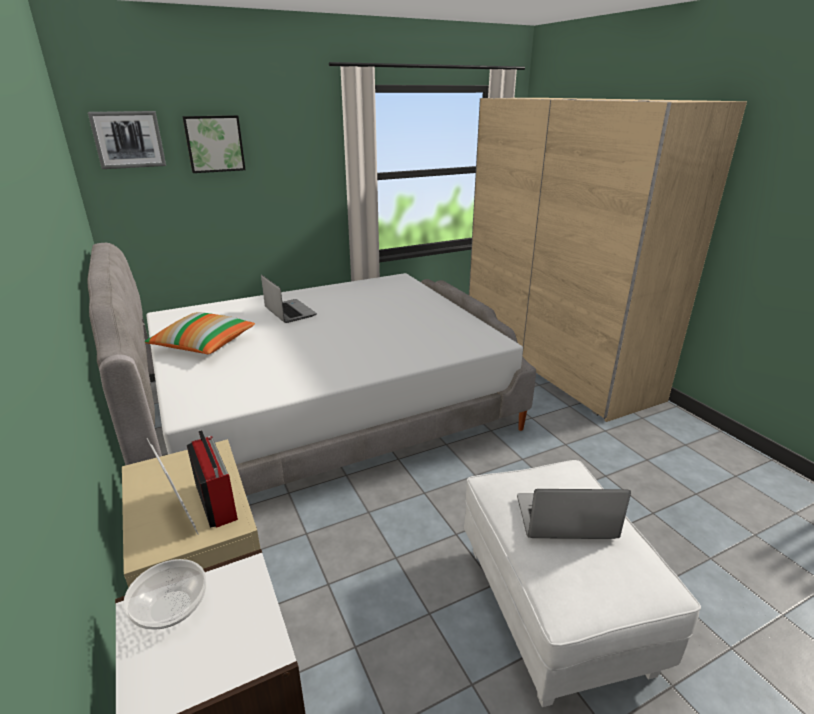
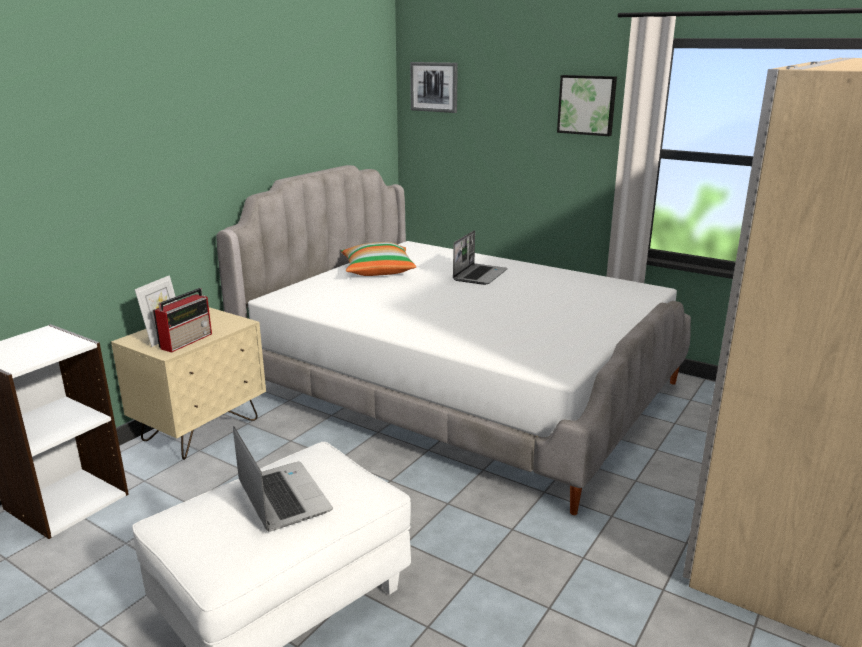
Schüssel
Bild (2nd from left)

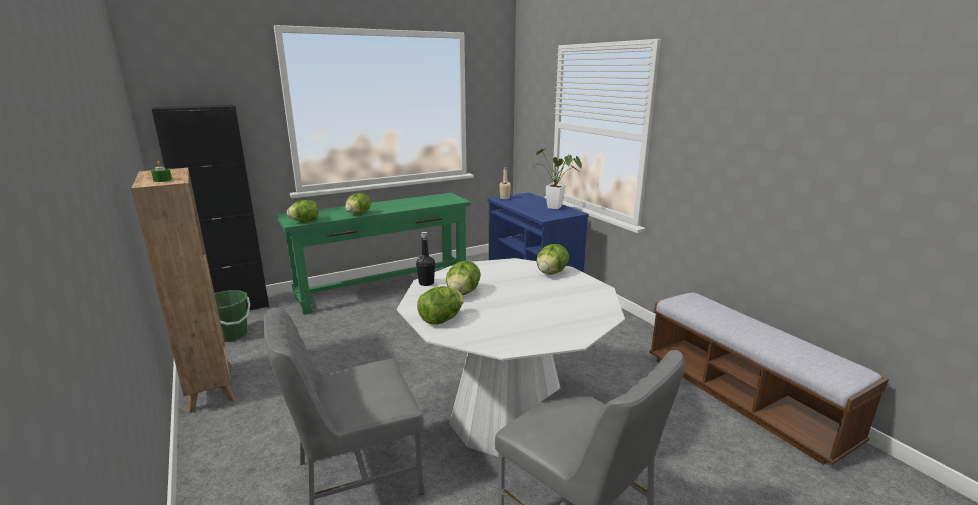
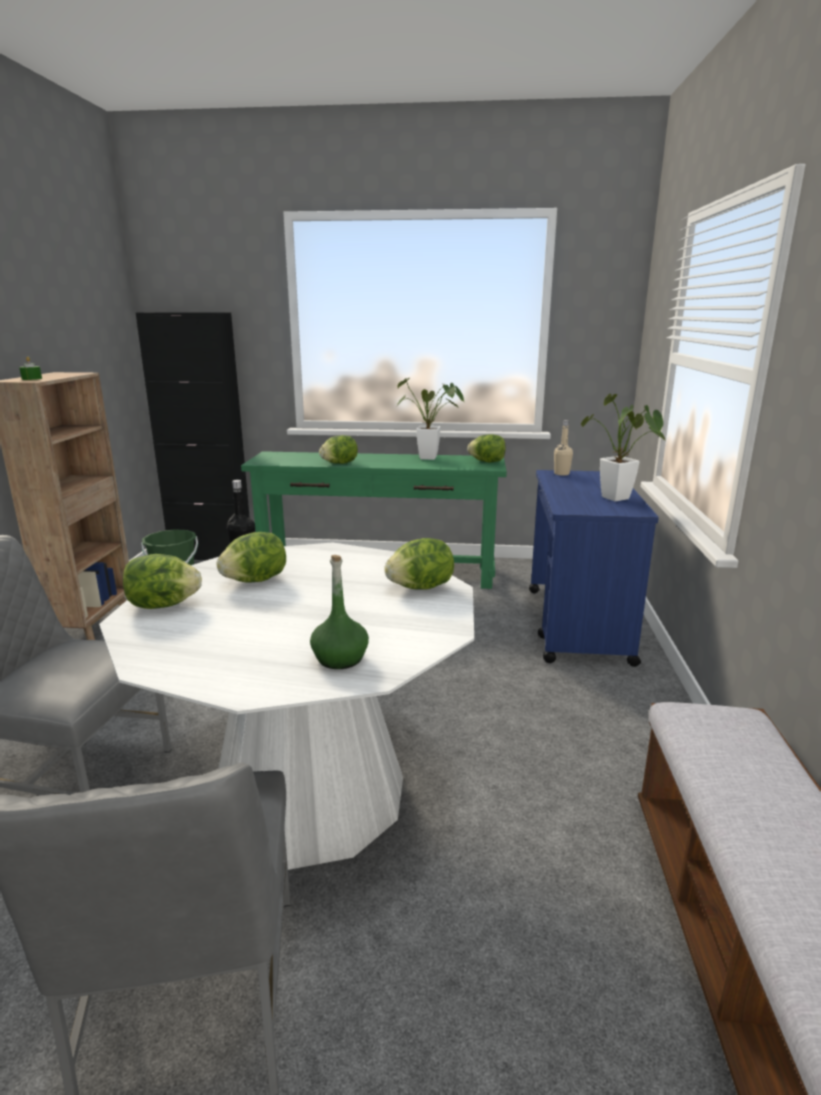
Salatkopf (5th from left)
Flasche/grün
Topfpflanze (1st from left)

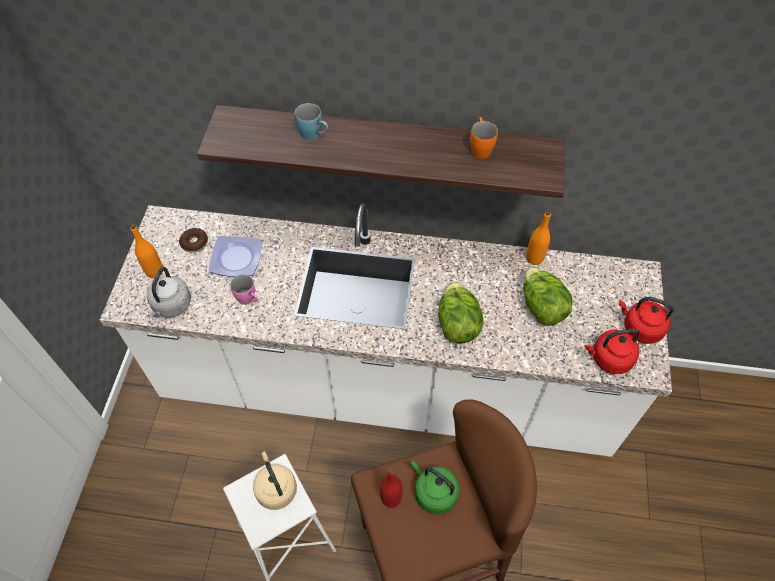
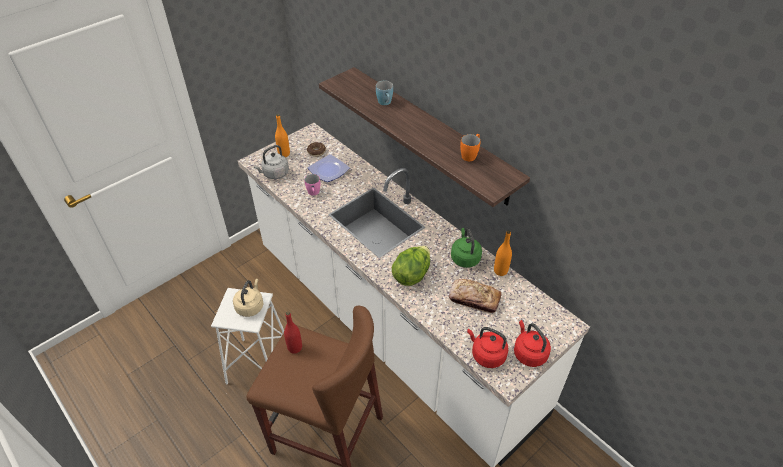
Wasserkessel/grün
Brot

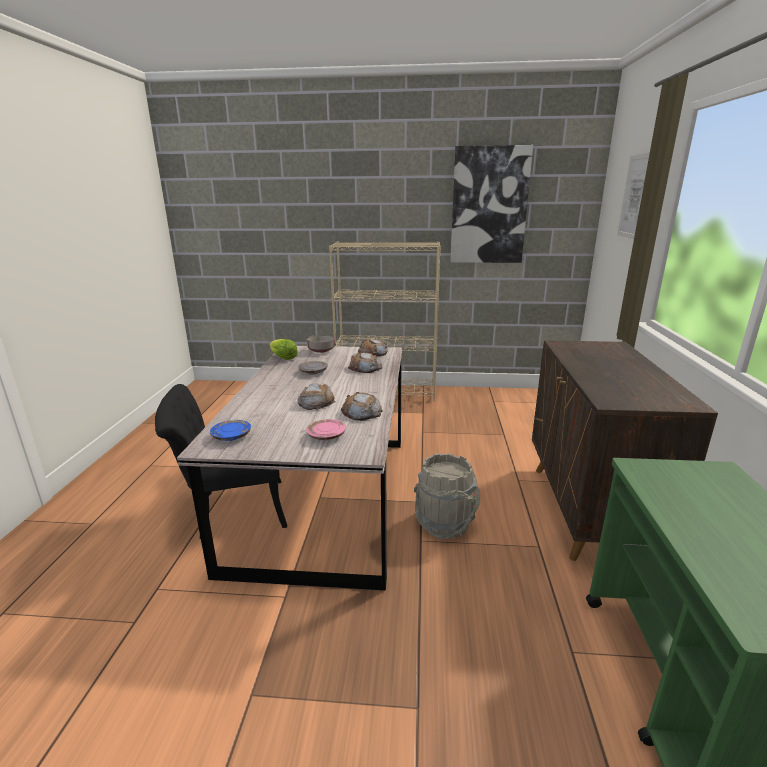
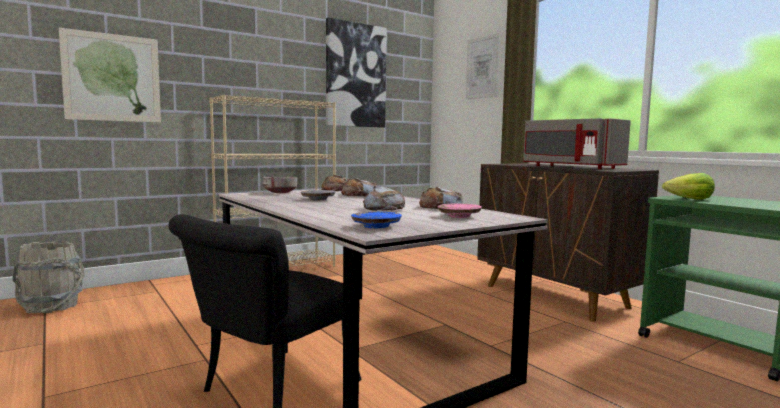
Salatkopf
Eimer/grau
Bild (1st from left)
Mikrowelle/grau

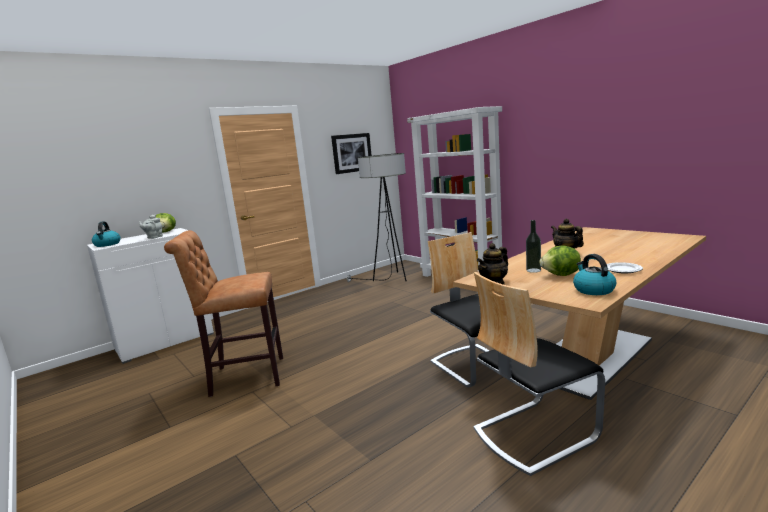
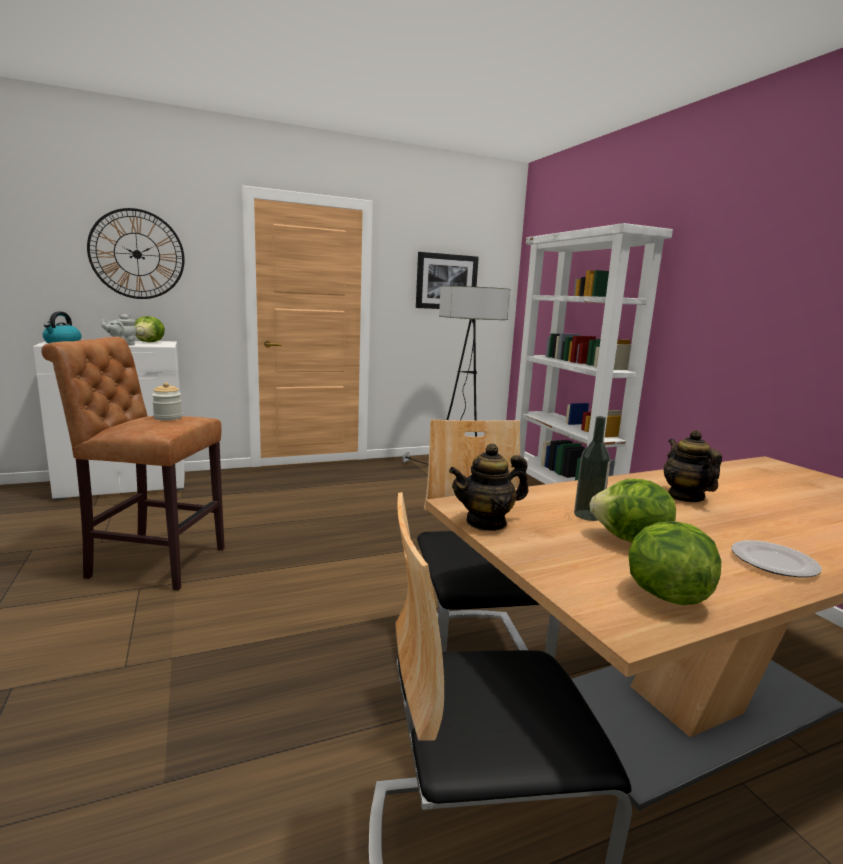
Salatkopf (3rd from left)
Wanduhr
Vorratsglas

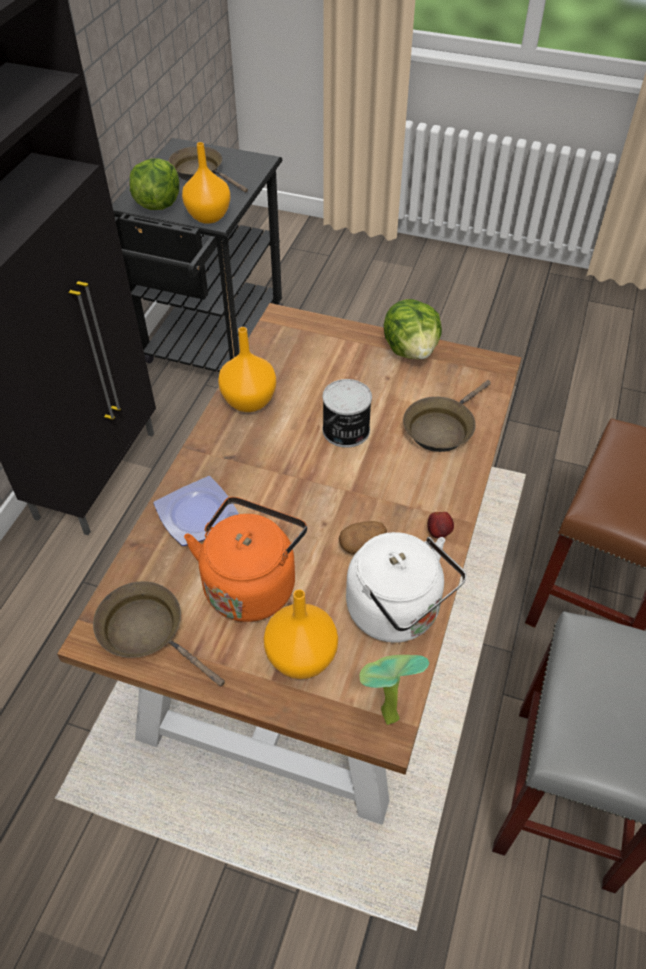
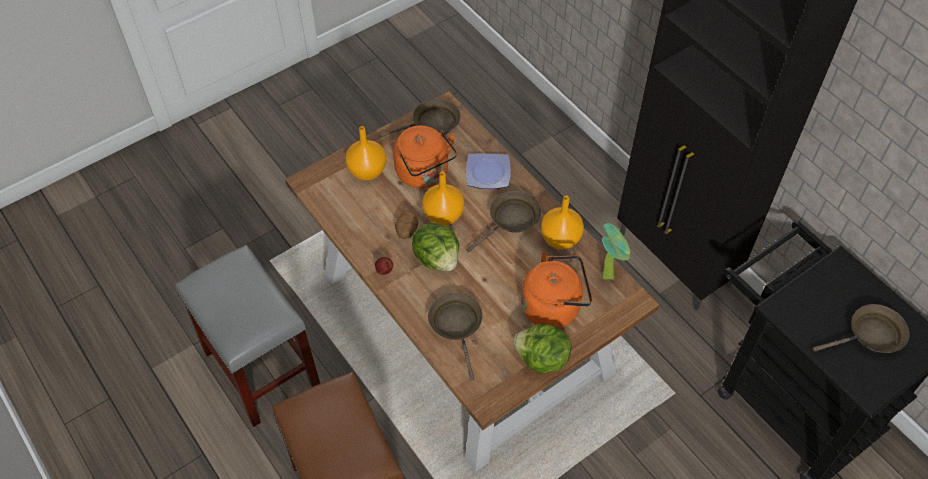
Salatkopf (1st from left)
Vase/orange (2nd from left)
Dose
Wasserkessel/weiß
Topfpflanze
Pfanne/braun (3rd from left)
Wasserkessel/orange (2nd from left)

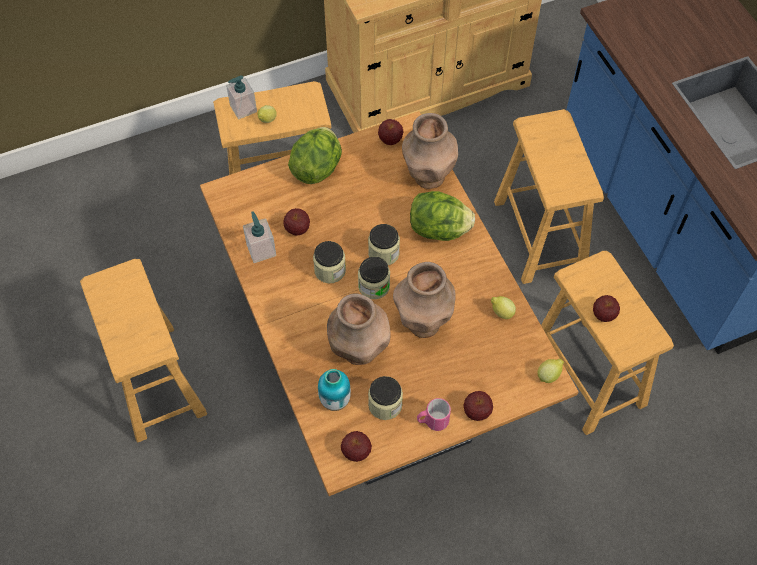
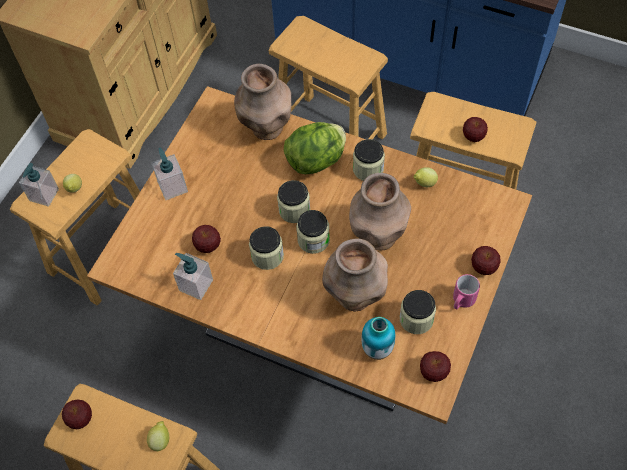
Seifenspender (2nd from left)
Apfel (1st from left)
Zitrone (2nd from left)
Vorratsglas (4th from left)

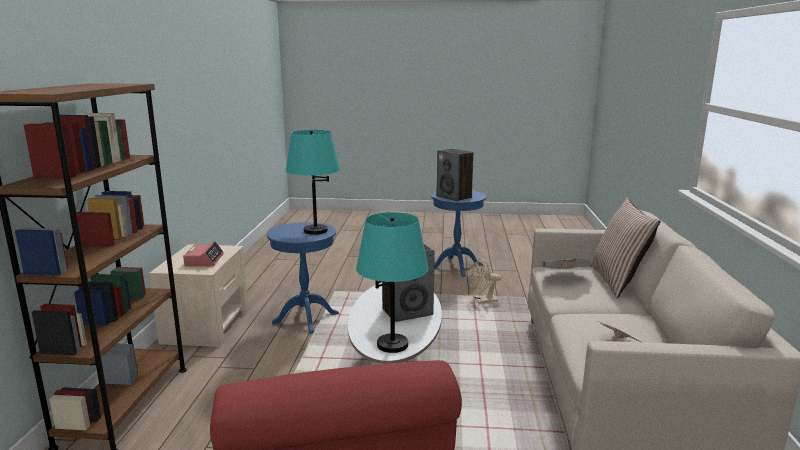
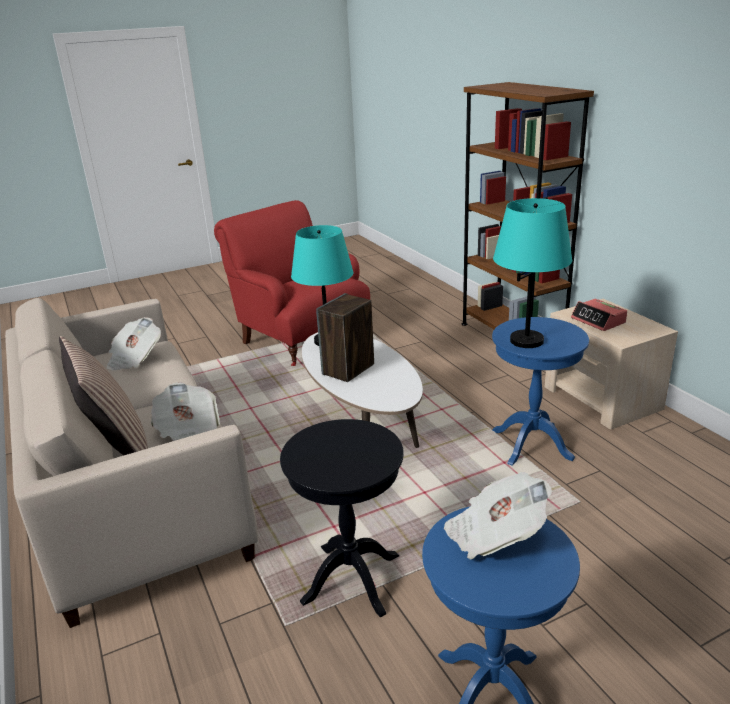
Zeitung (3rd from left)
Beistelltisch/schwarz

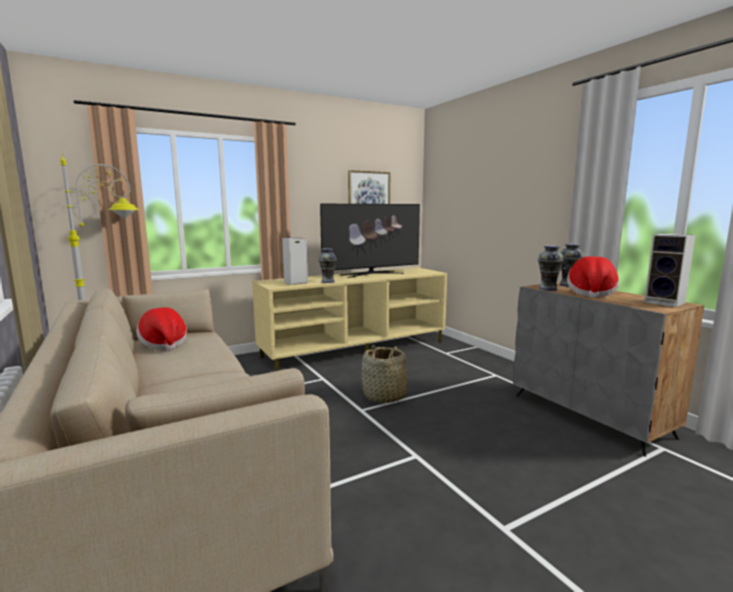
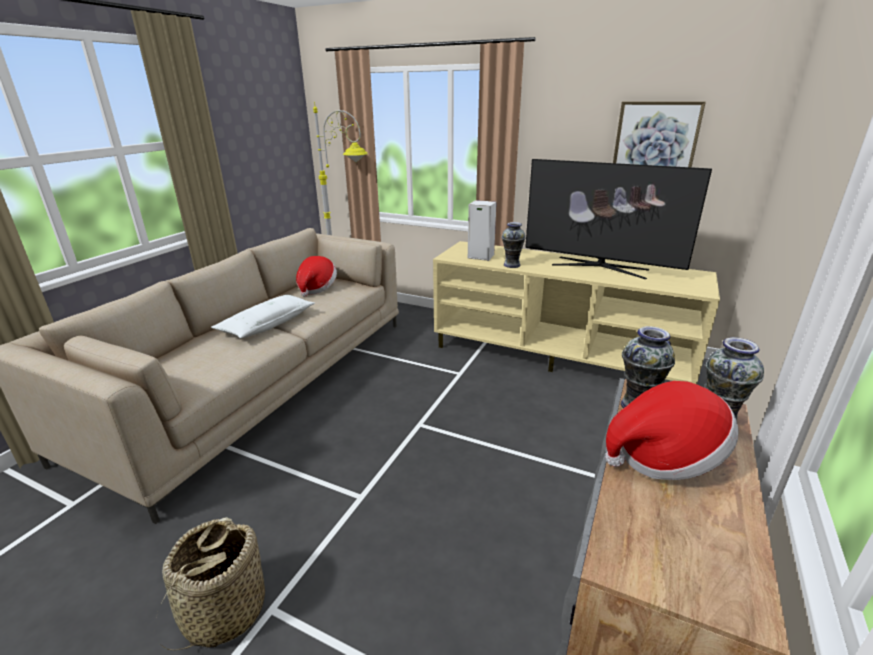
Korb
Lautsprecher (2nd from left in the first image)
Kissen/weiß

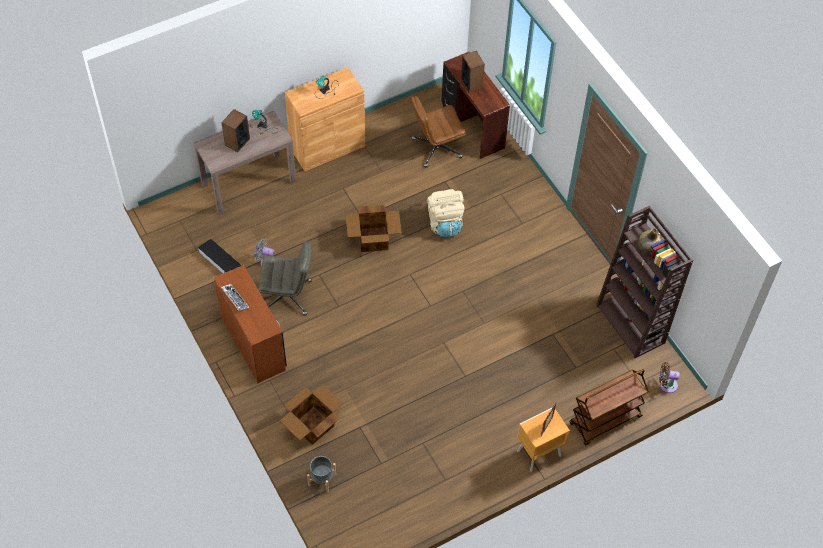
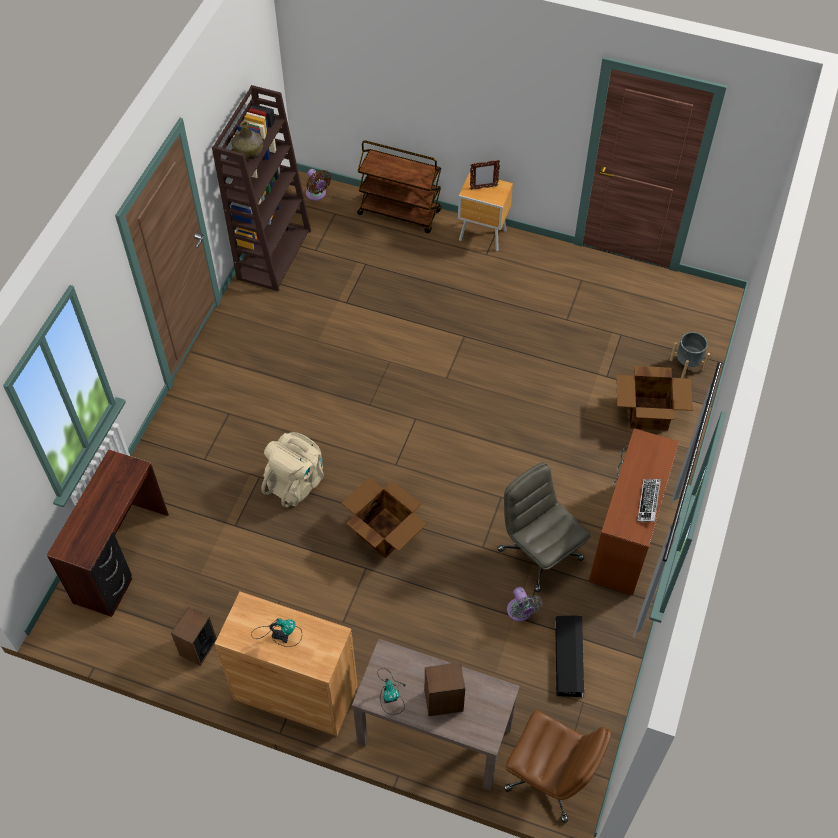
Bürostuhl/braun
Lautsprecher (1st from left)

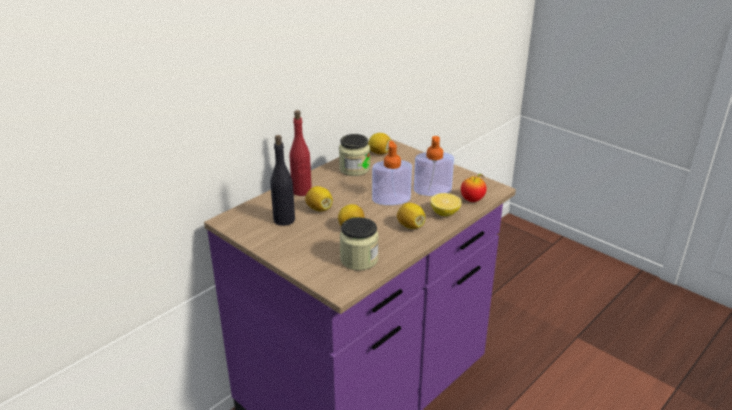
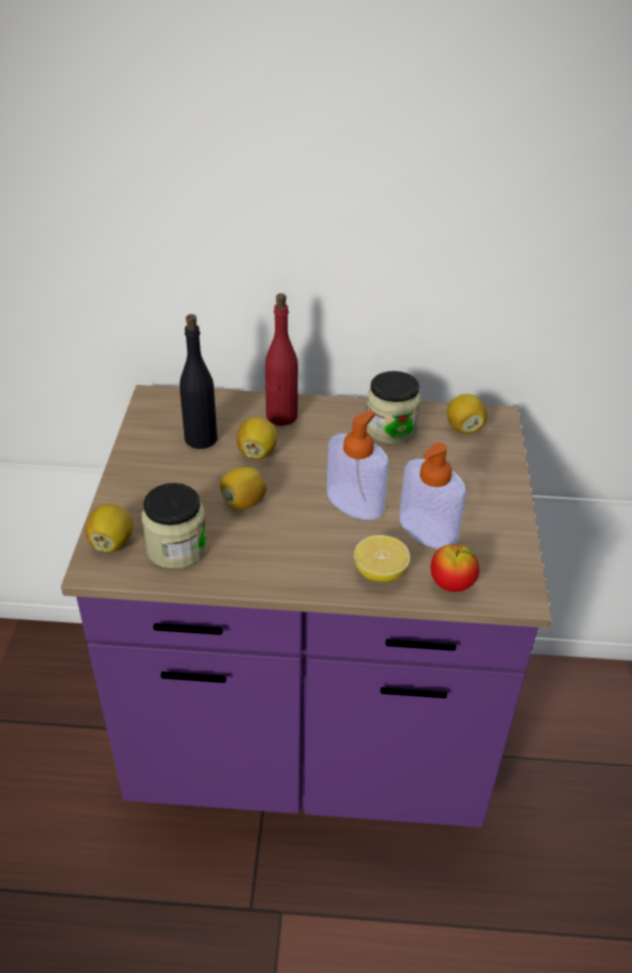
Zitrone (1st from left)

